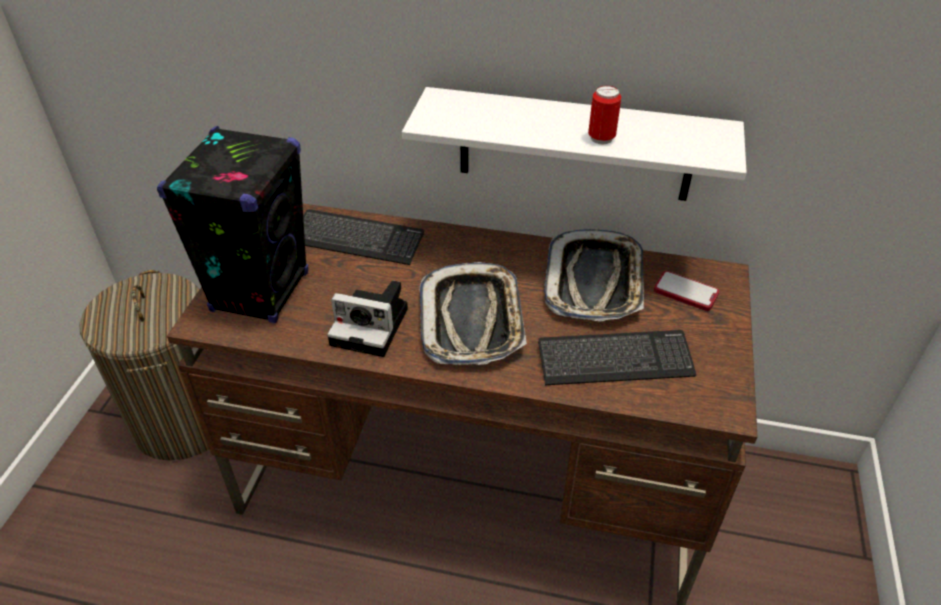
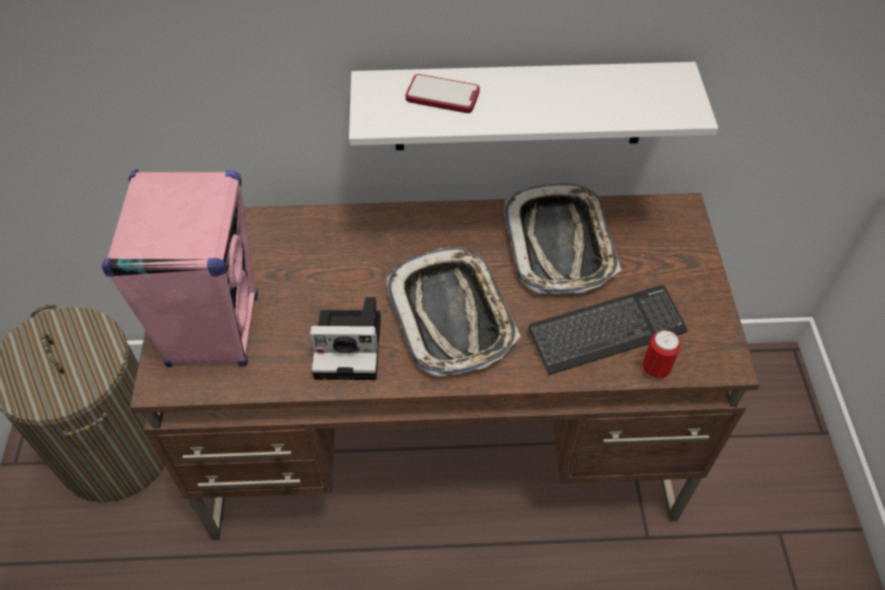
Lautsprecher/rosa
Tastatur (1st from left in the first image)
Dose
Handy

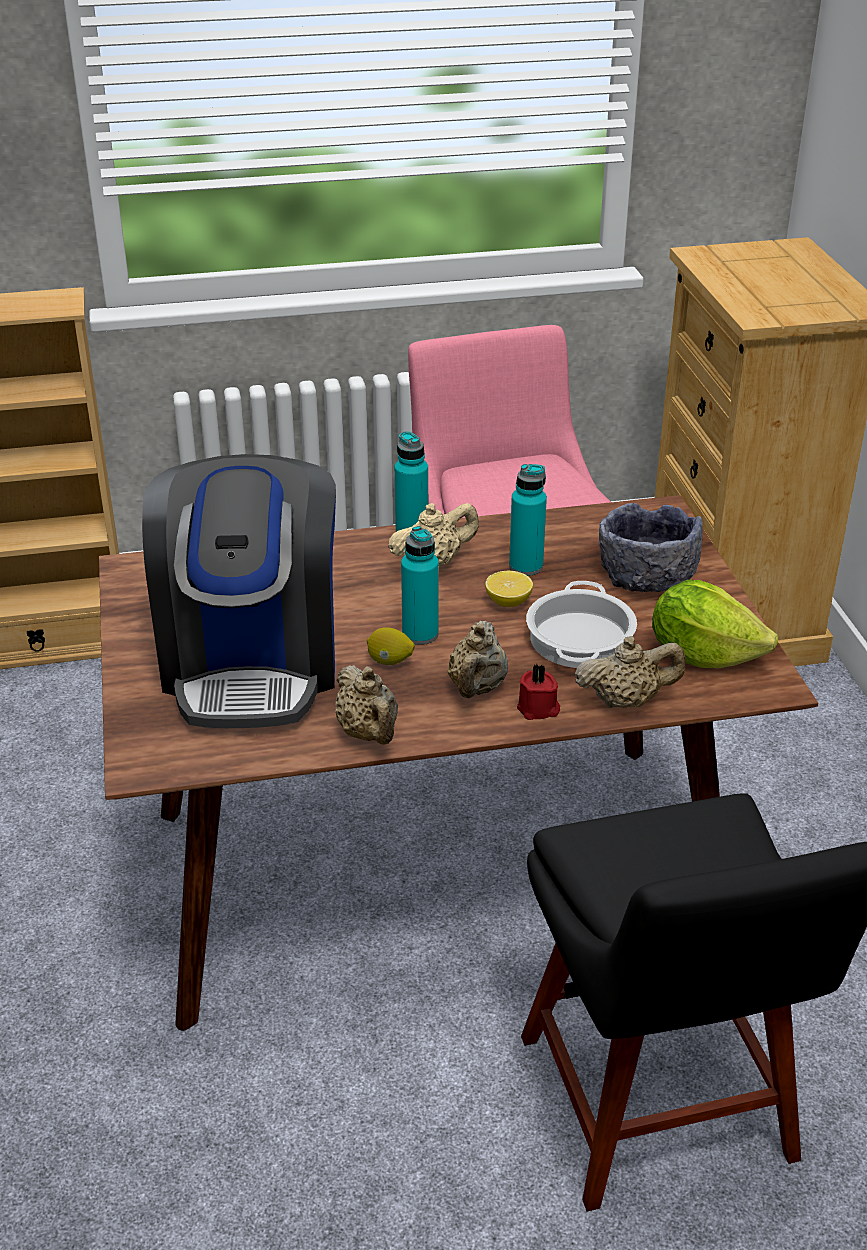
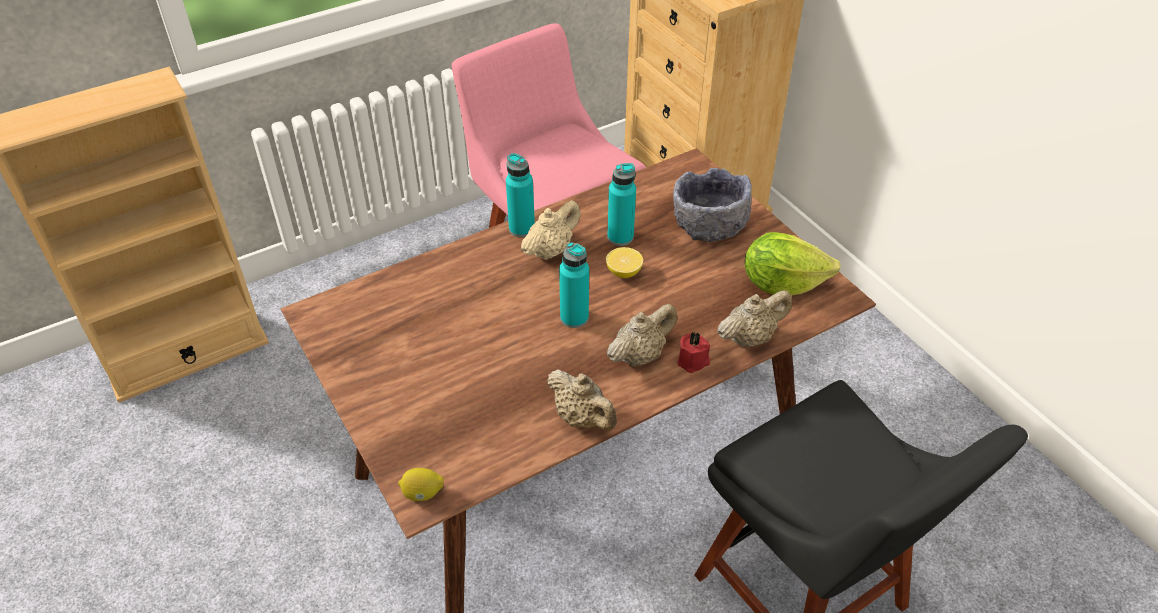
Kaffeemaschine
Zitrone (1st from left)
Teekanne/beige (3rd from left)
Kochtopf

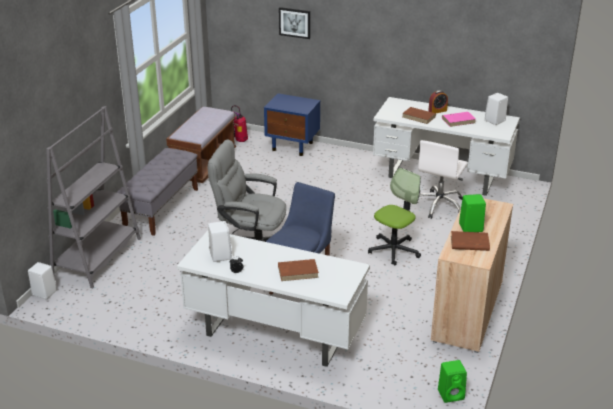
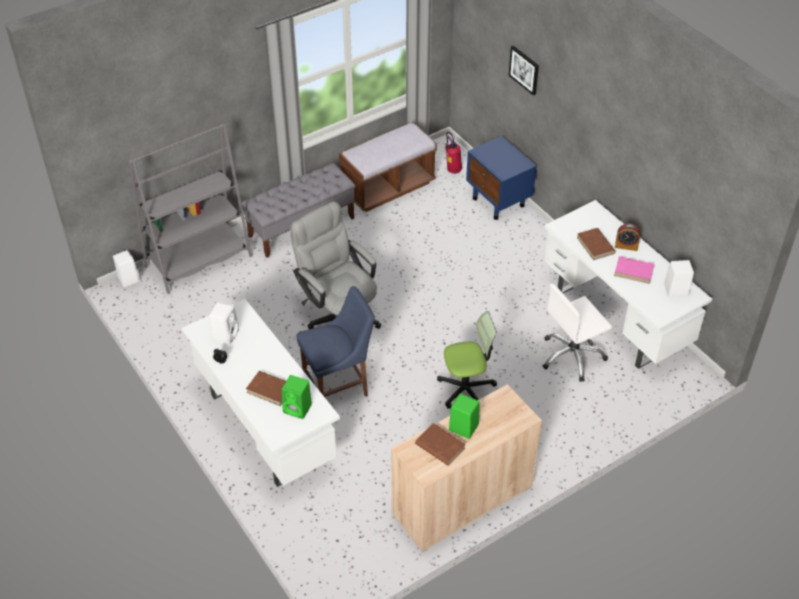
Lautsprecher/grün (1st from left)

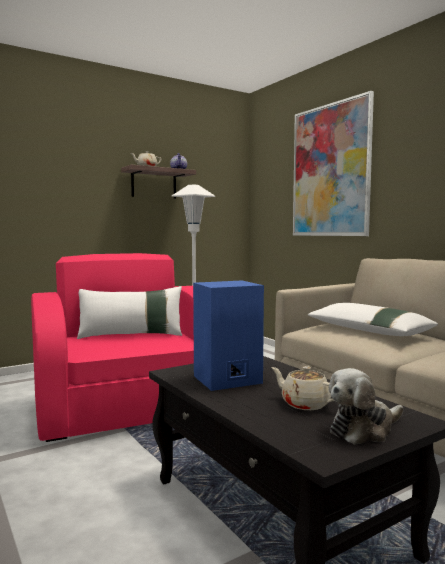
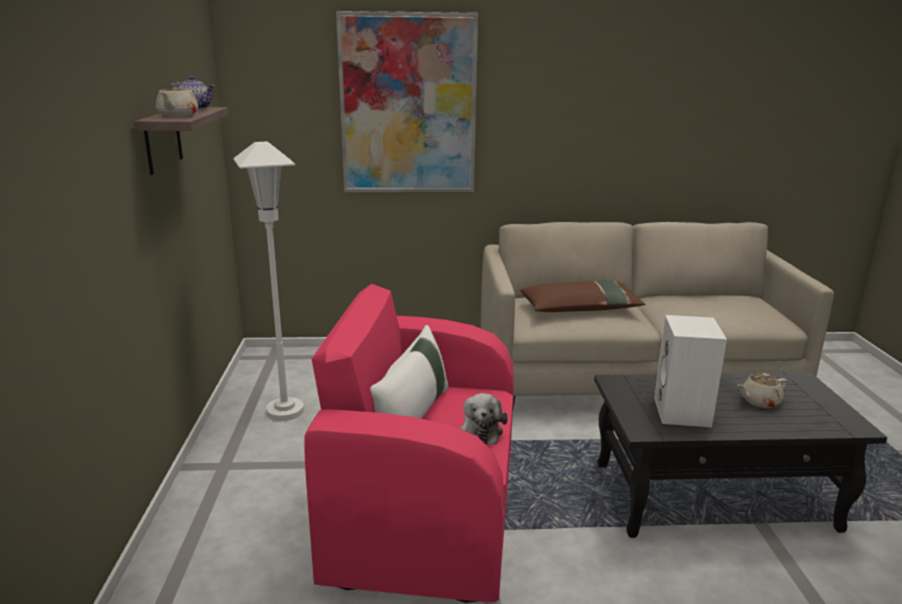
Lautsprecher/weiß
Kissen/braun
Plüschtier

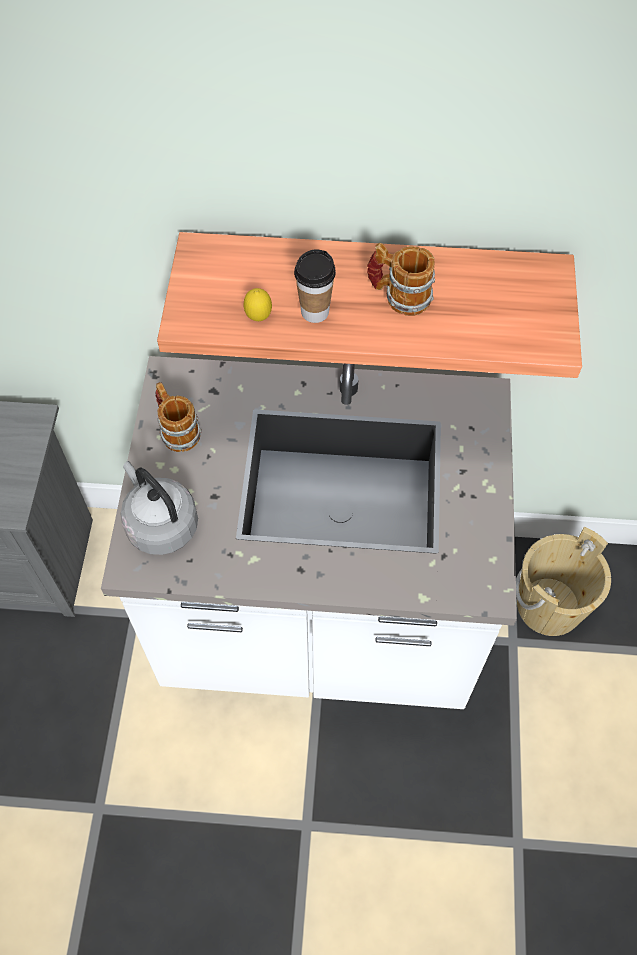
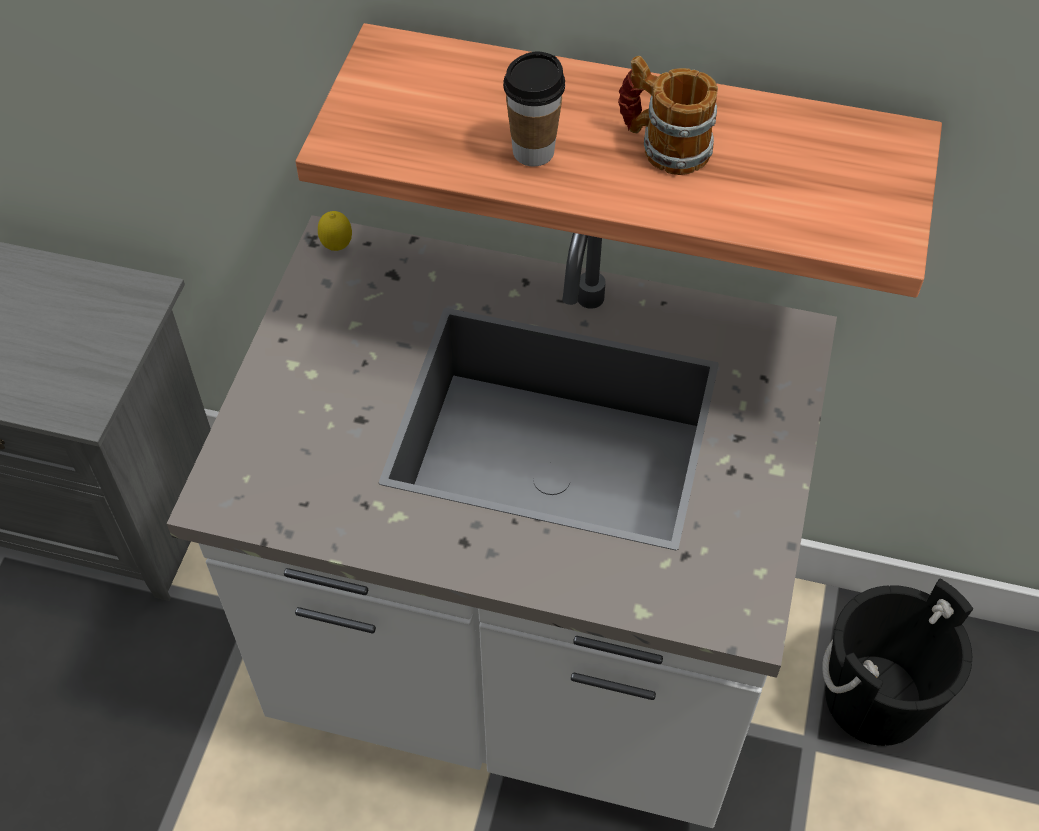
Wasserkessel/grau
Henkelbecher (1st from left in the first image)
Zitrone
Eimer/schwarz

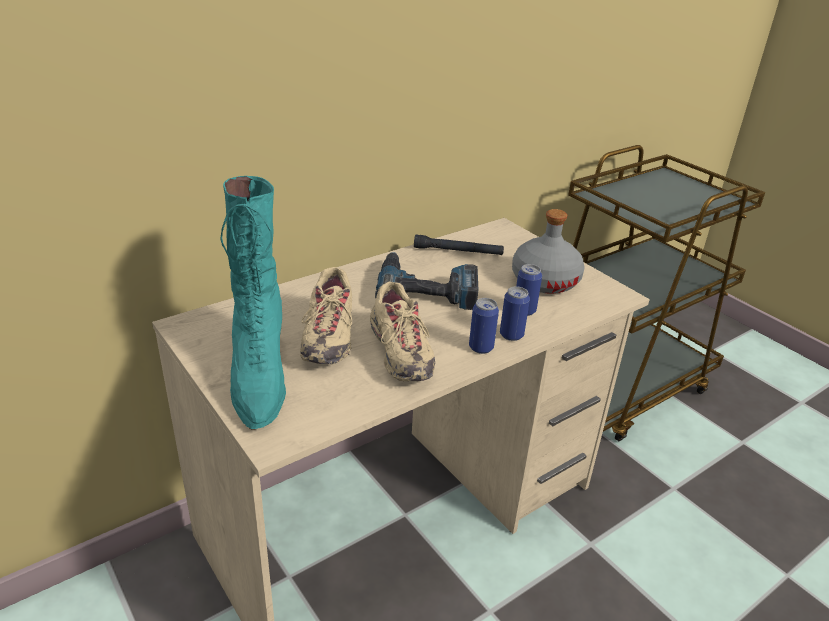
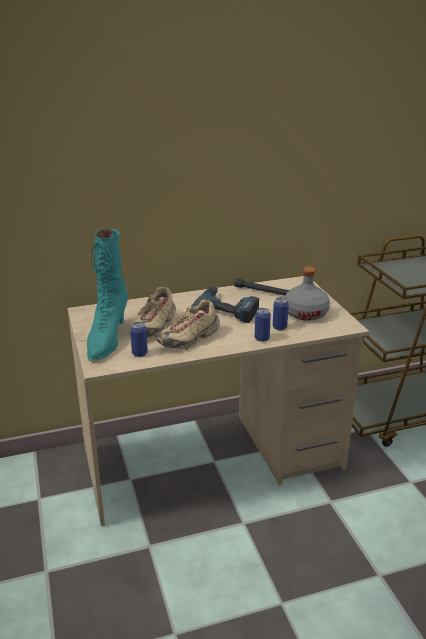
Schuh/beige (2nd from left)
Dose (1st from left)

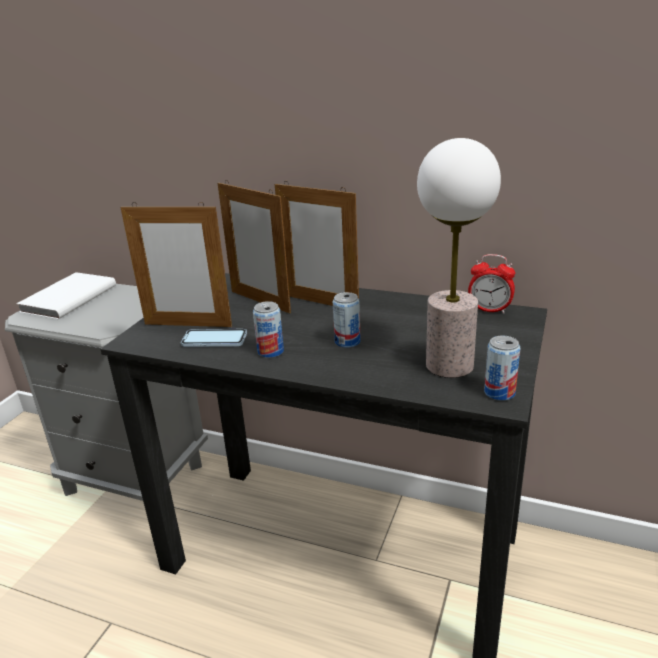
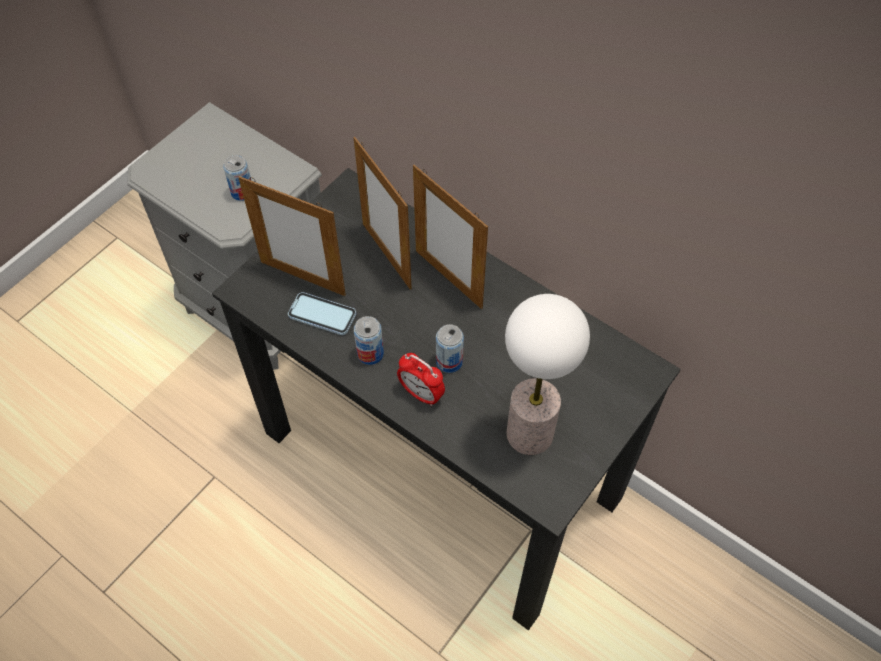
Buch/weiß
Wecker
Dose (1st from left)

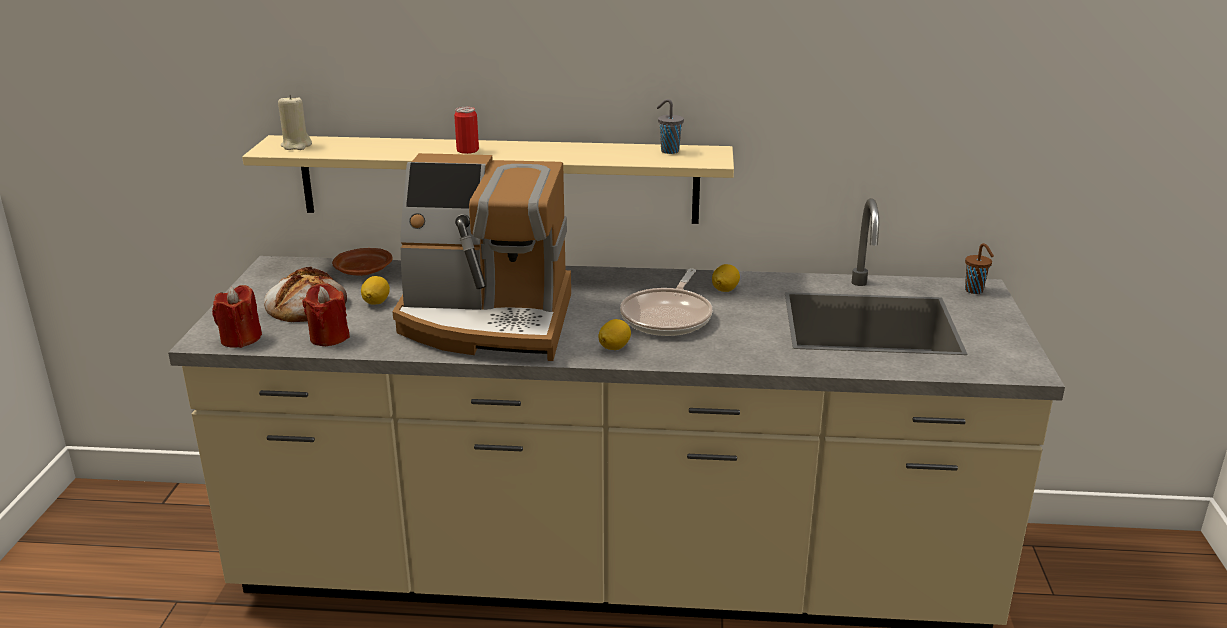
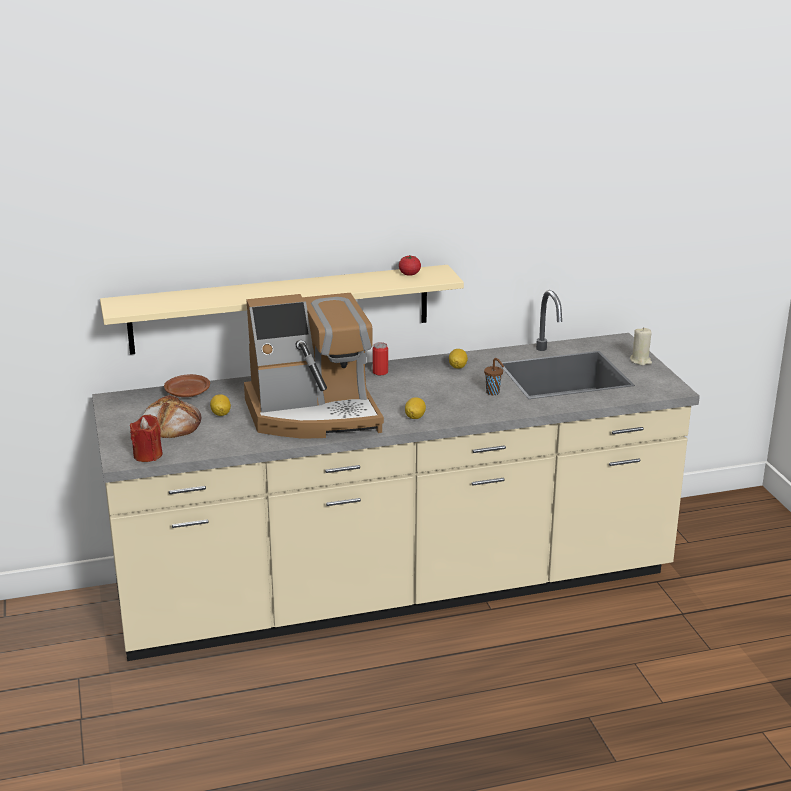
Kerze/beige
Kerze/rot (2nd from left in the first image)
Dose
Pfanne
Tomate
Tasse/braun

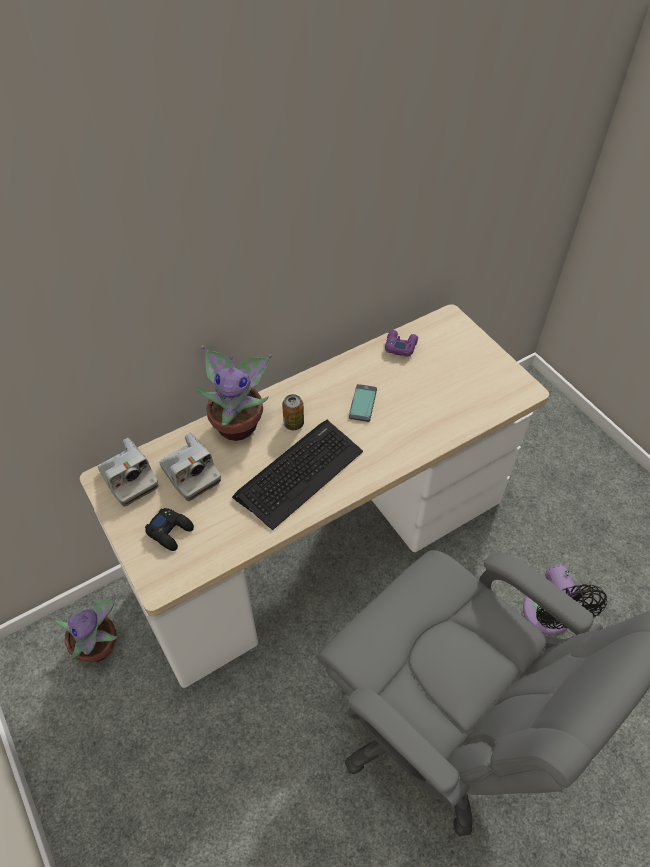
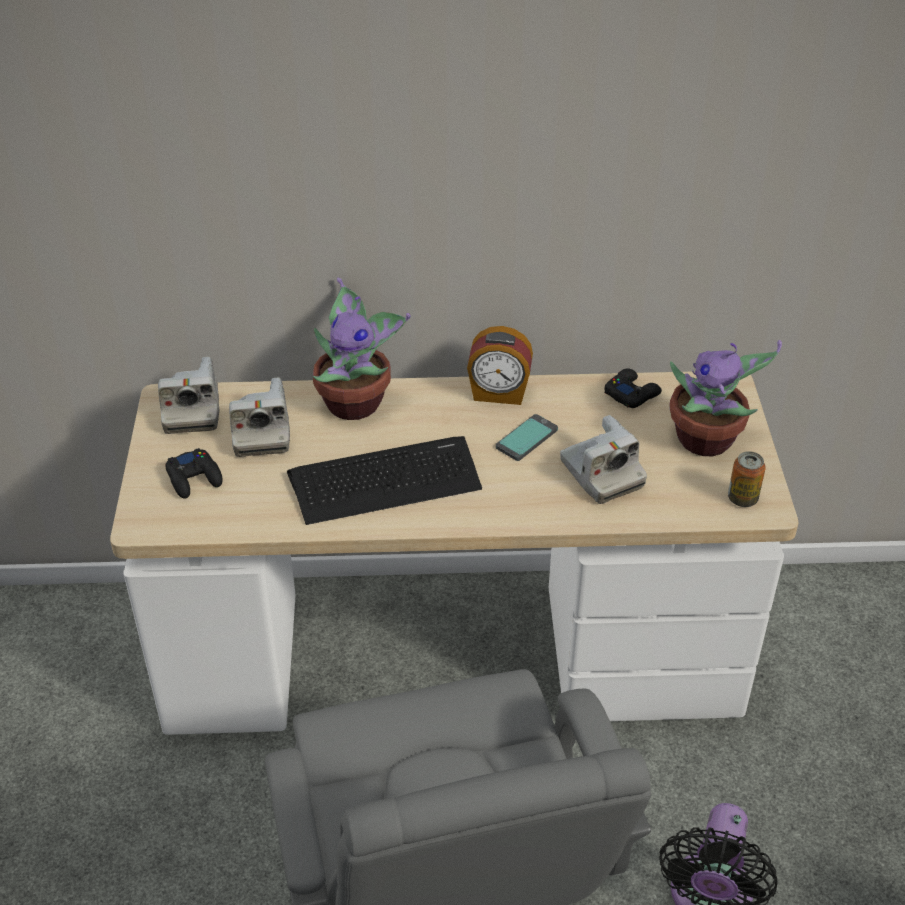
Topfpflanze (2nd from left)
Dose
Gamepad/schwarz (2nd from left)
Wecker
Kamera (3rd from left)

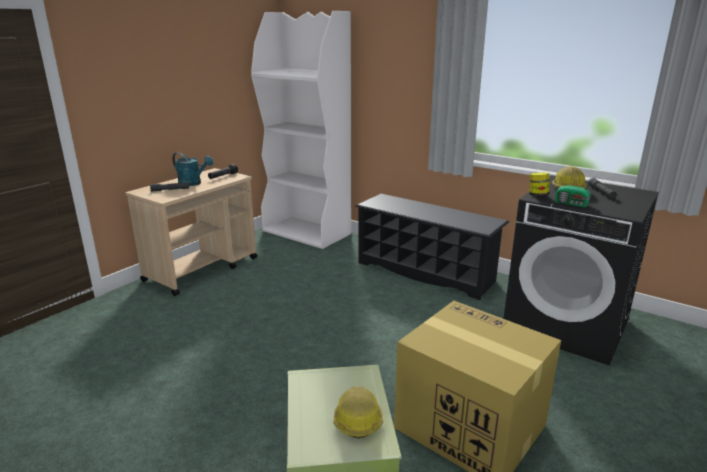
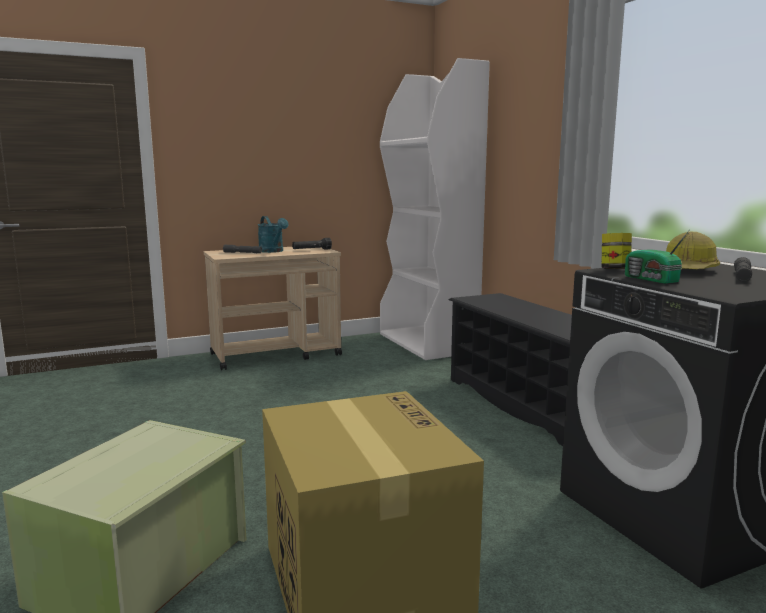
Schutzhelm (1st from left in the first image)

